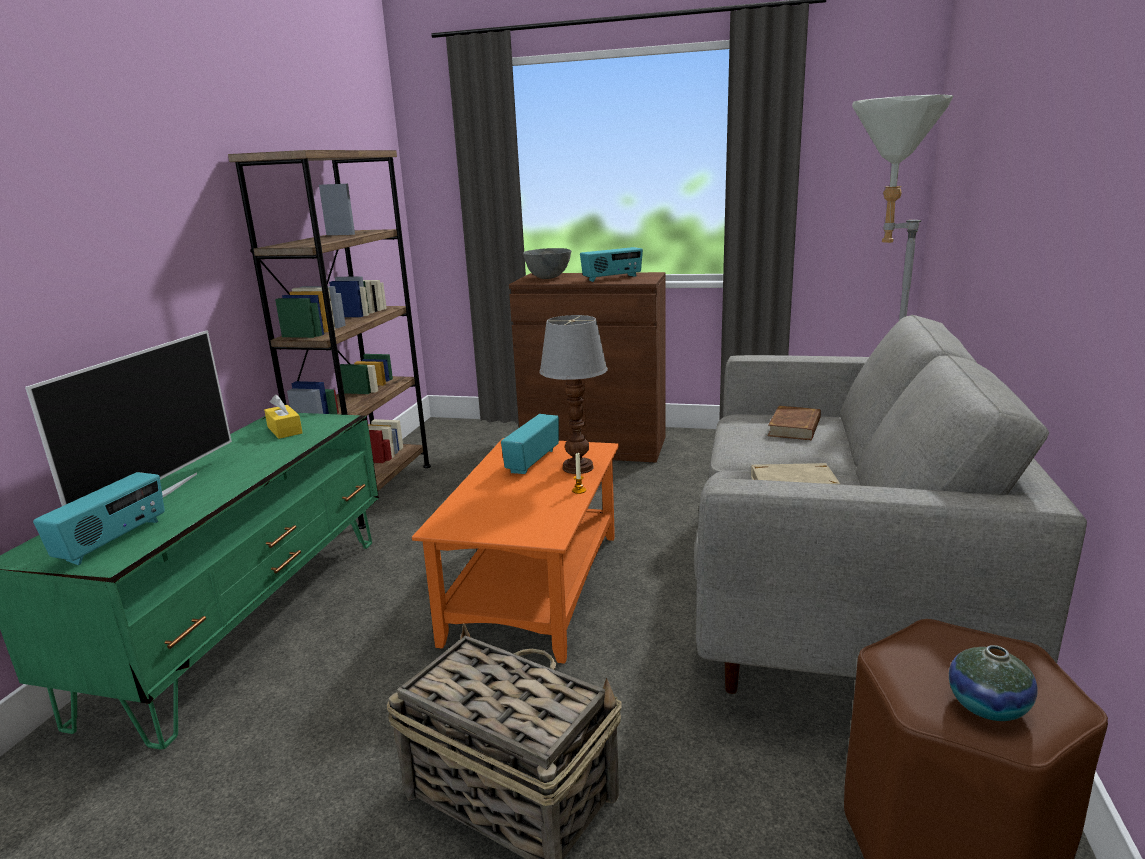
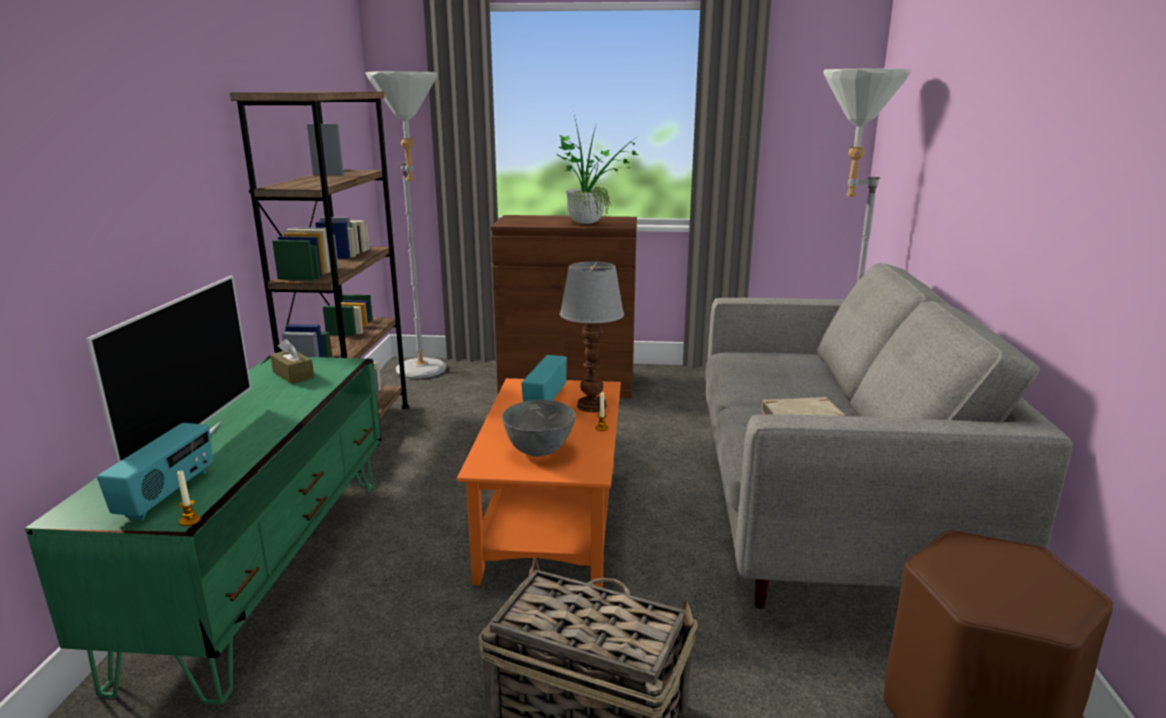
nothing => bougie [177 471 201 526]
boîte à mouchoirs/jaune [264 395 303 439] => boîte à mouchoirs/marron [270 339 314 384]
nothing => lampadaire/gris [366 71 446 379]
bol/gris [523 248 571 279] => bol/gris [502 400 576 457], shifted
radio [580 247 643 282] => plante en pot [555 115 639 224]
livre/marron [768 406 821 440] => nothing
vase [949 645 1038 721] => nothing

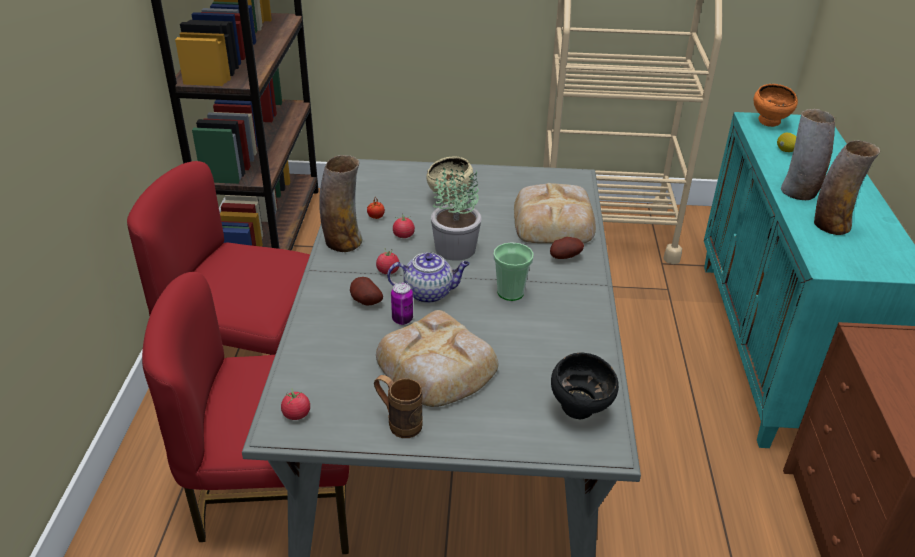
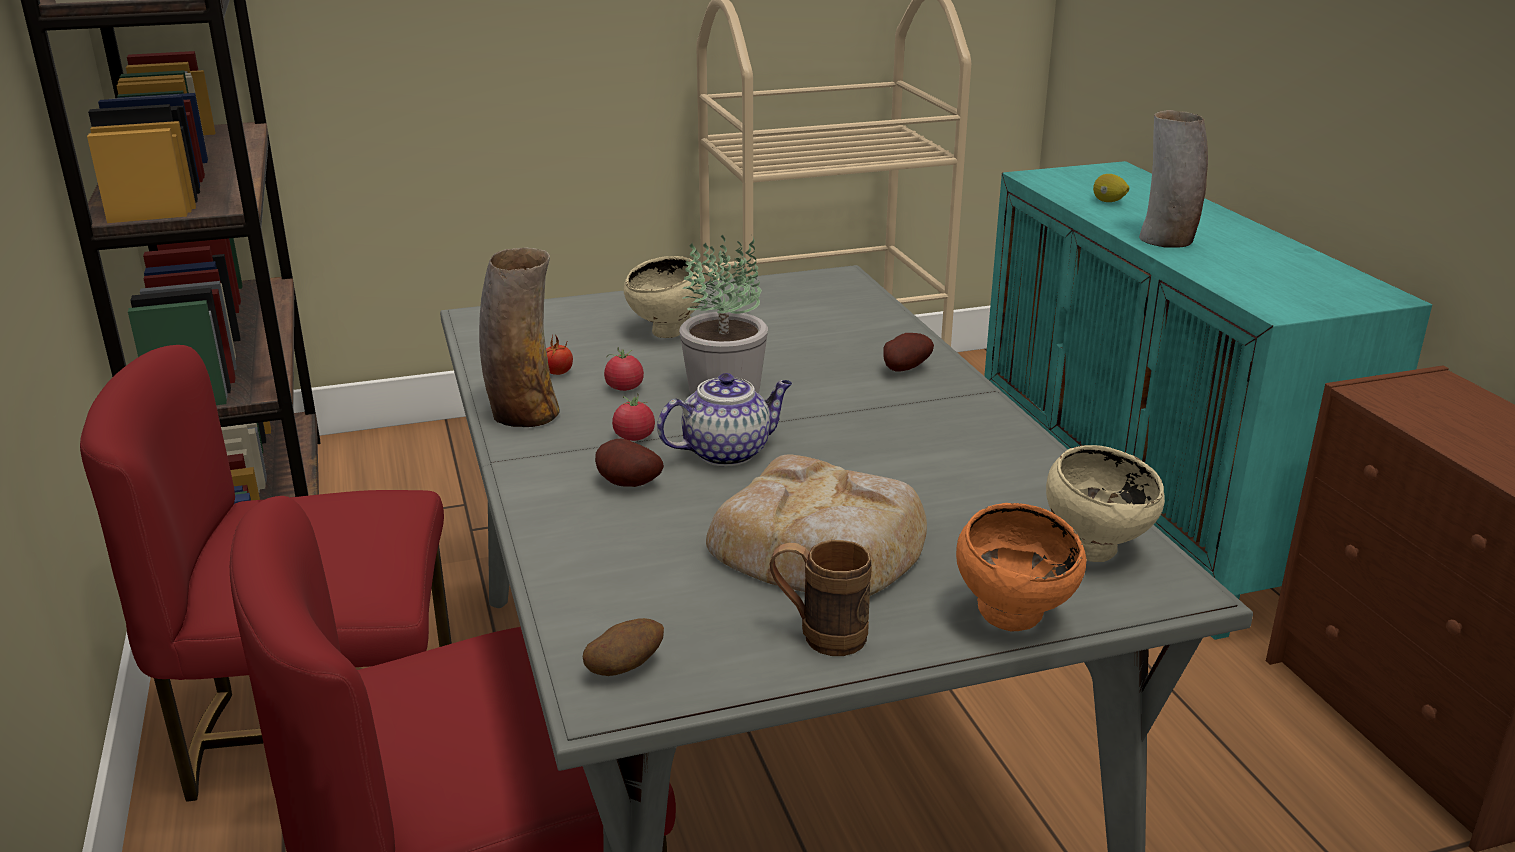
tomate [281 388 310 420] => pomme de terre [583 618 664 676]
bol/orange [754 84 798 127] => bol/orange [956 503 1087 631], shifted
bol/noir [551 353 619 419] => bol/beige [1046 445 1165 562]
boîte métallique [391 283 413 325] => nothing
tasse [493 242 534 301] => nothing
pain [514 183 596 244] => nothing
vase [814 140 880 235] => nothing

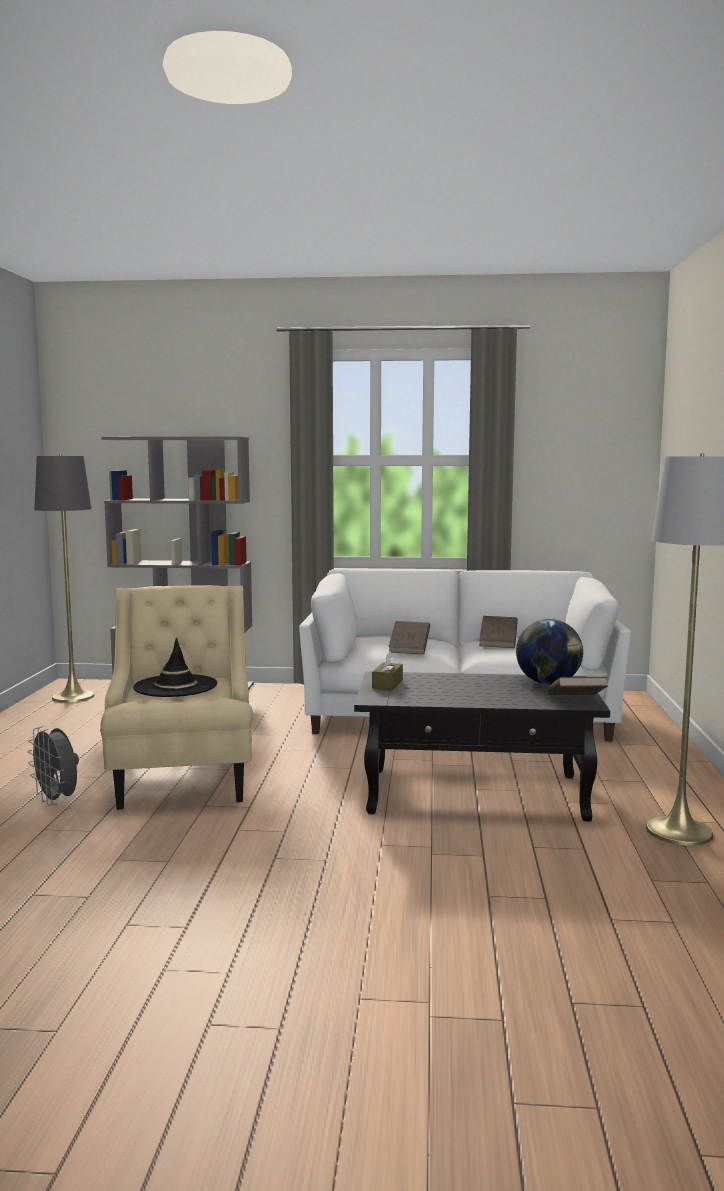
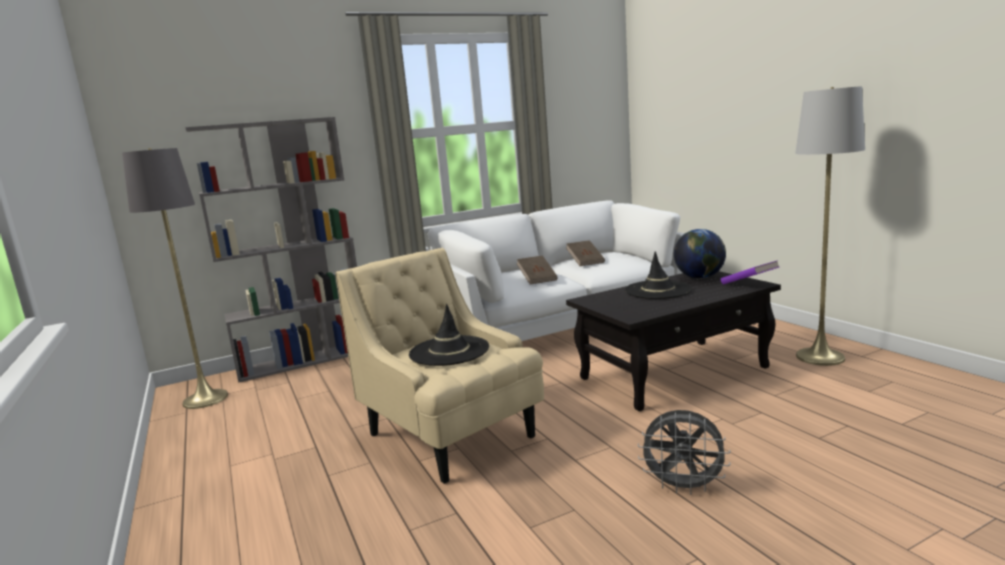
nothing => chapeau/noir [625 251 693 299]
ventilateur/gris [27 726 79 805] => ventilateur/gris [638 410 731 495], shifted
livre/marron [548 677 608 695] => livre/violet [721 260 779 285]
boîte à mouchoirs/marron [372 651 403 690] => nothing

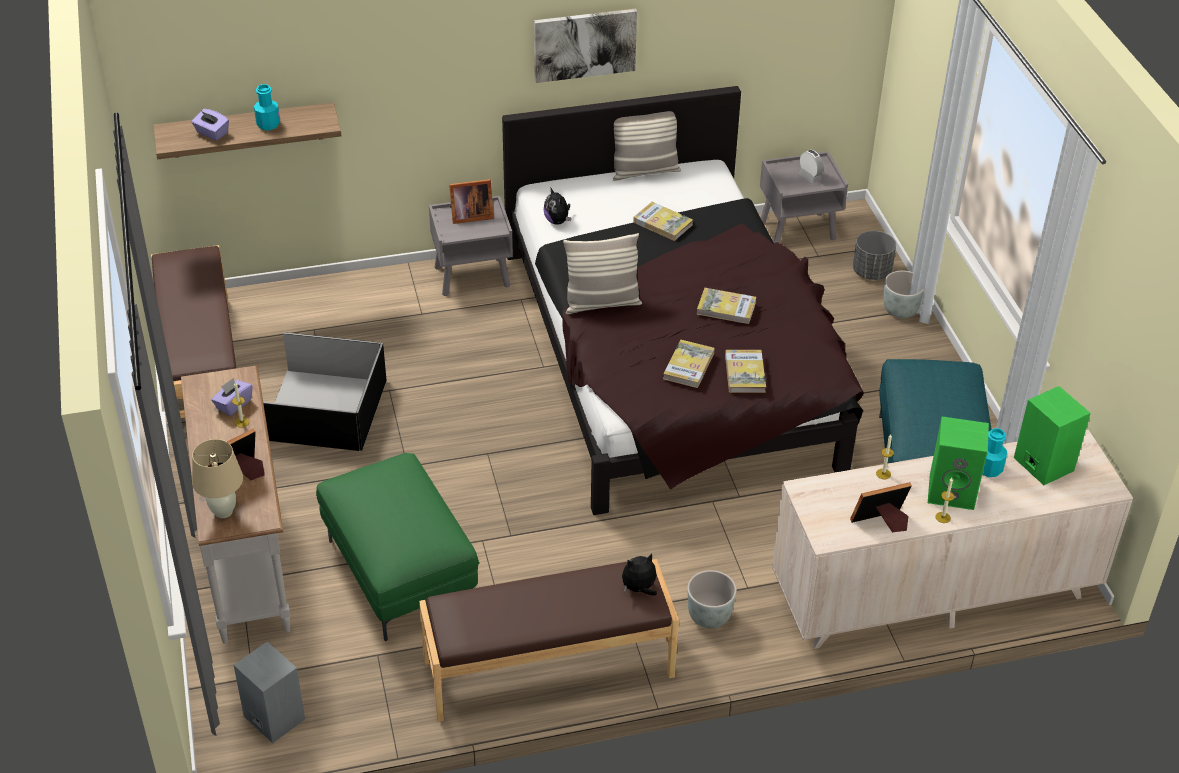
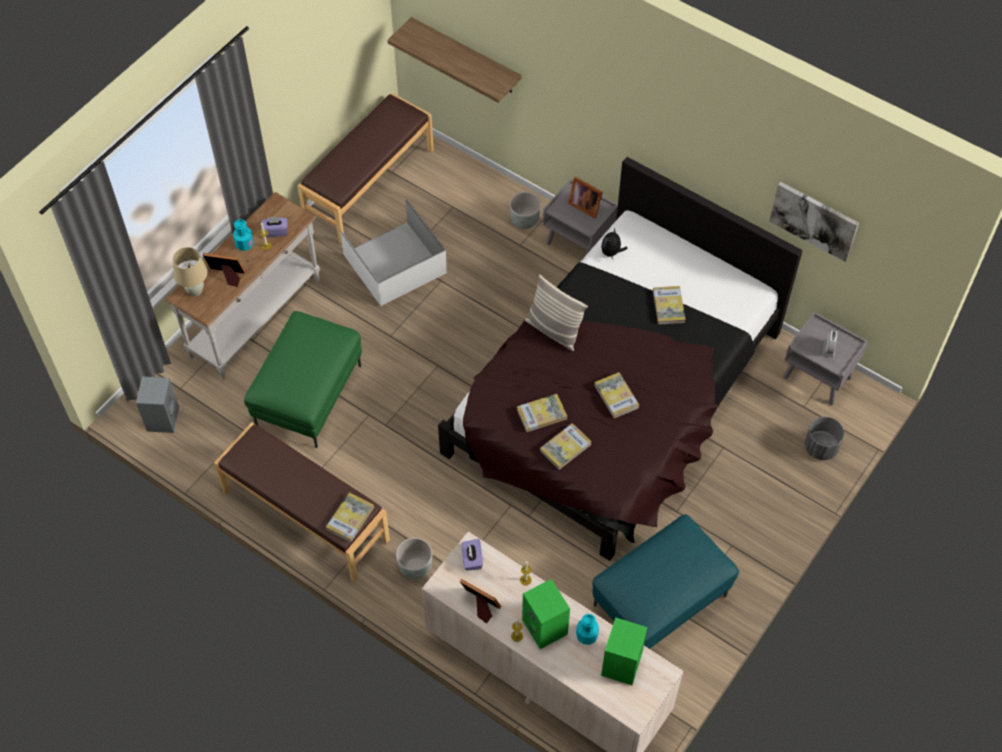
bouteille/turquoise [254 84 280 130] => bouteille/turquoise [233 219 254 251], shifted
peluche [622 554 657 596] => livre [326 492 374 542]
boîte de rangement/noir [263 332 387 451] => boîte de rangement/blanc [340 199 447 306]
boîte à mouchoirs/violet [192 109 229 141] => boîte à mouchoirs/violet [462 539 483 571], shifted
cache-pot/gris [883 270 924 318] => cache-pot/gris [509 192 541 229], shifted
tableau [534 9 637 83] => tableau [769 182 859 262], shifted
coussin [613 111 681 181] => nothing

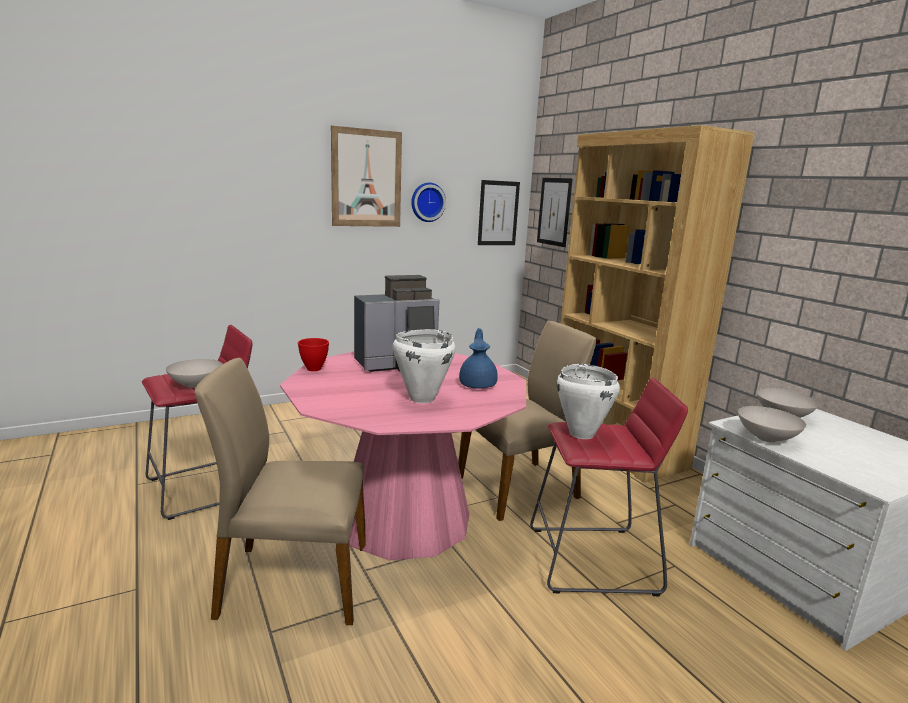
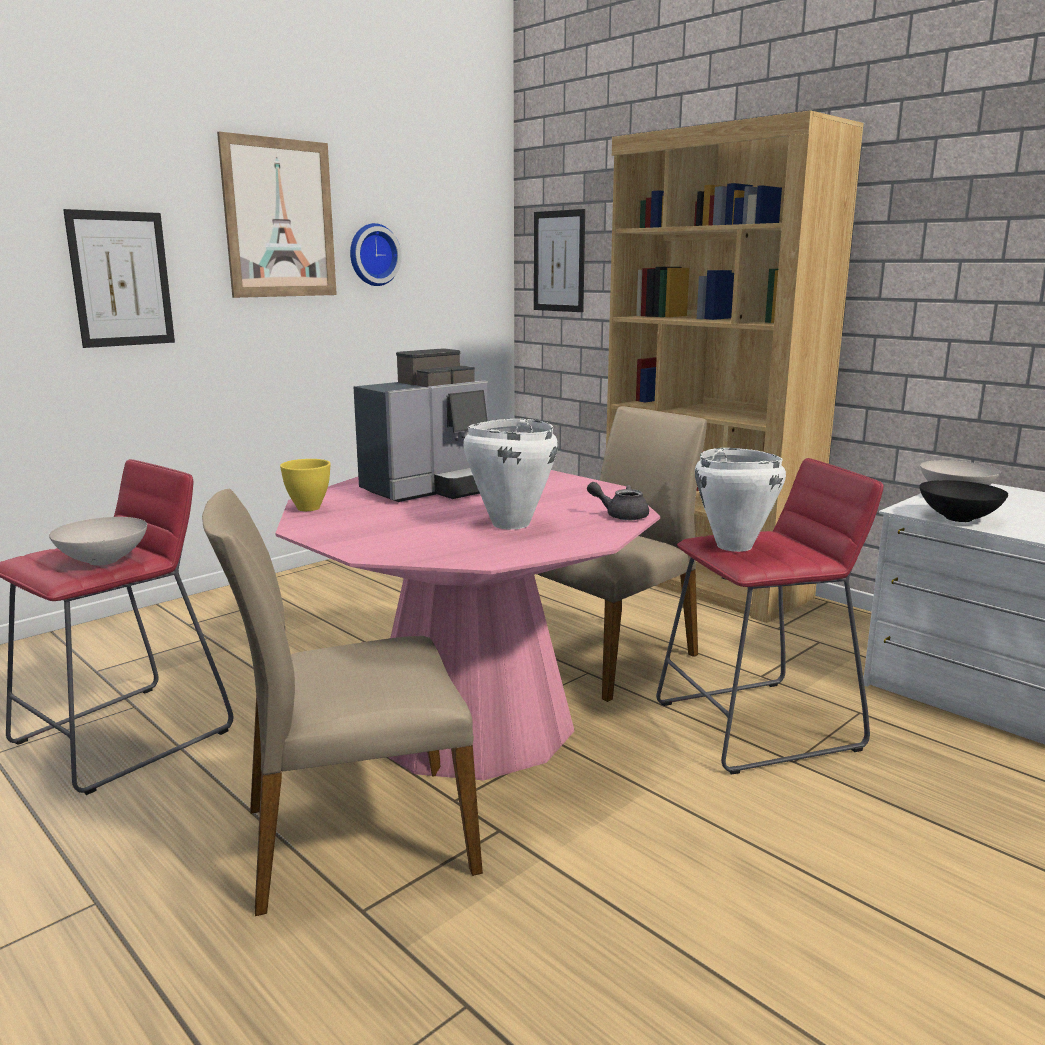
tableau [478 180 520 245] => tableau [63 209 175 348], shifted
bol/rouge [298 338 329 371] => bol/jaune [280 459 331 511]
nothing => théière/gris [587 482 649 520]
bol/blanc [738 406 806 442] => bol/noir [919 480 1008 522]
théière/bleu [459 328 498 389] => nothing

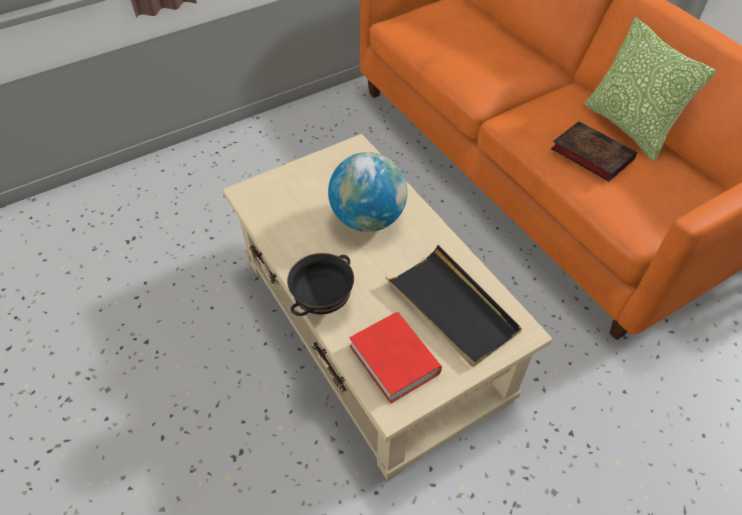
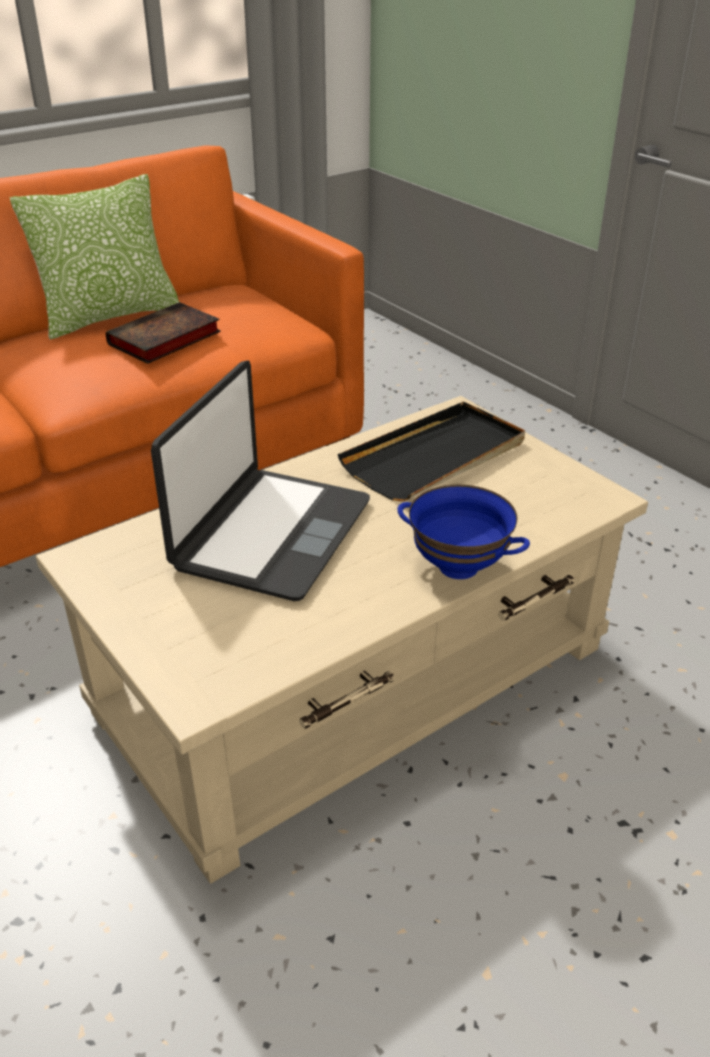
globe [328 152 408 232] => ordinateur portable [151 360 370 601]
bol/noir [287 253 354 316] => bol/bleu [398 485 530 579]
livre/rouge [349 312 442 403] => nothing

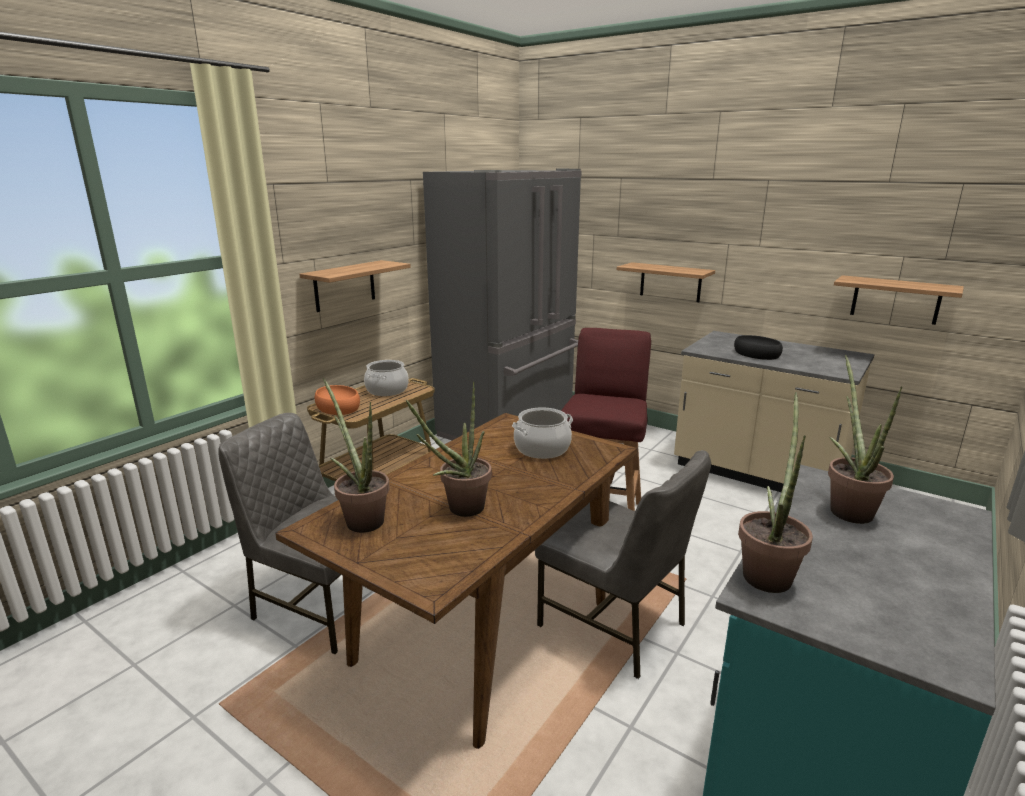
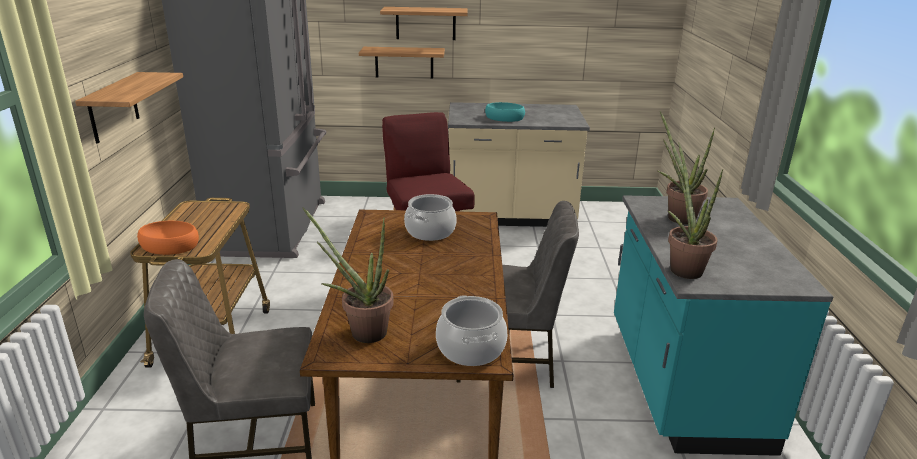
étagère [834 275 964 325] => étagère [380 7 468 40], shifted
marmite [364 360 409 396] => marmite [436 295 507 366], shifted
bol/noir [734 335 783 360] => bol/turquoise [485 102 525 122]
plante en pot [406 382 492 517] => nothing

